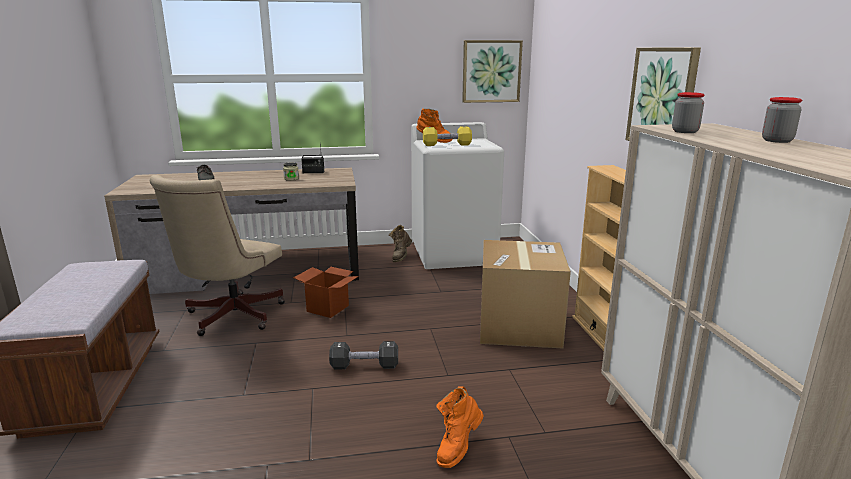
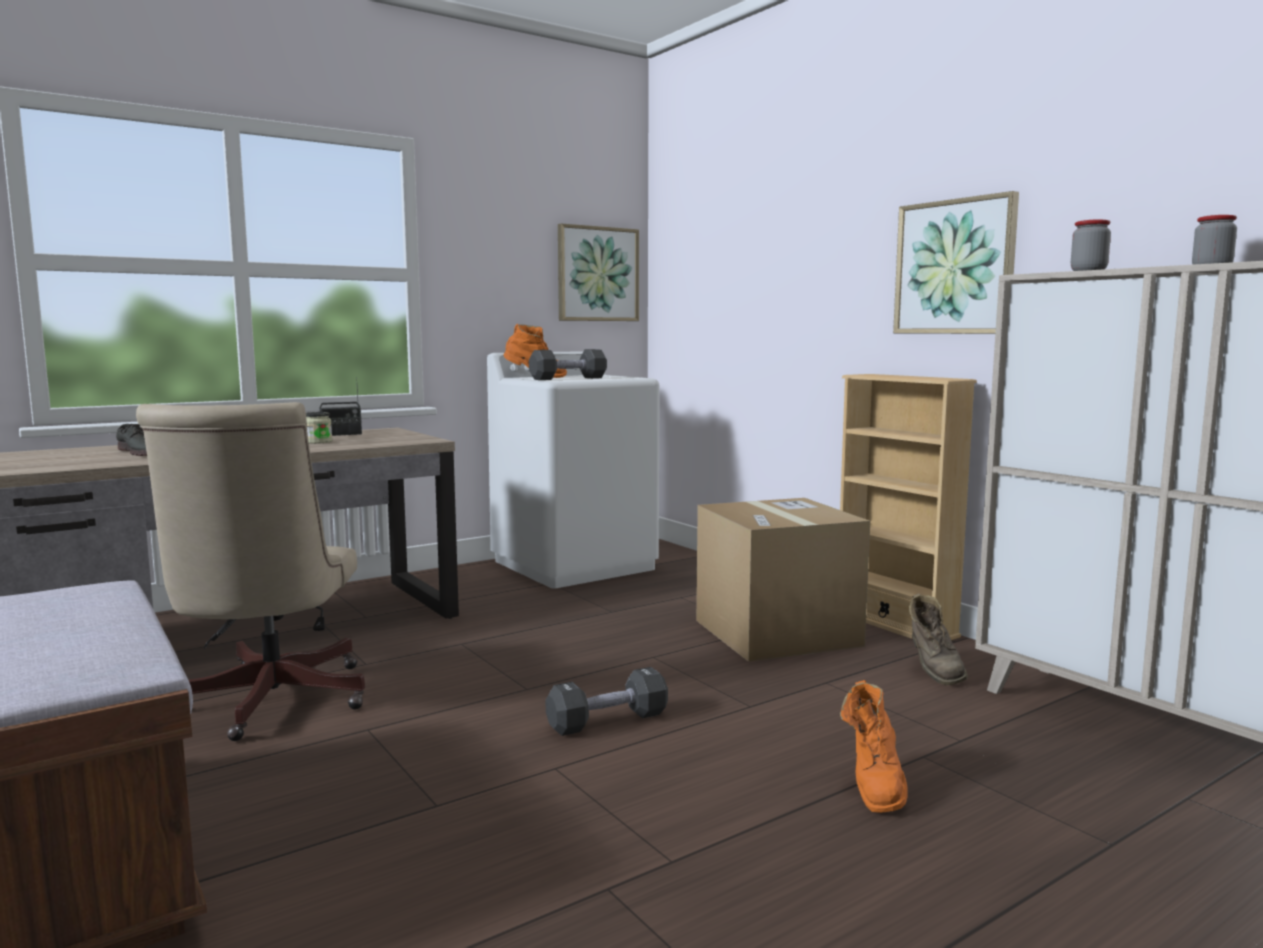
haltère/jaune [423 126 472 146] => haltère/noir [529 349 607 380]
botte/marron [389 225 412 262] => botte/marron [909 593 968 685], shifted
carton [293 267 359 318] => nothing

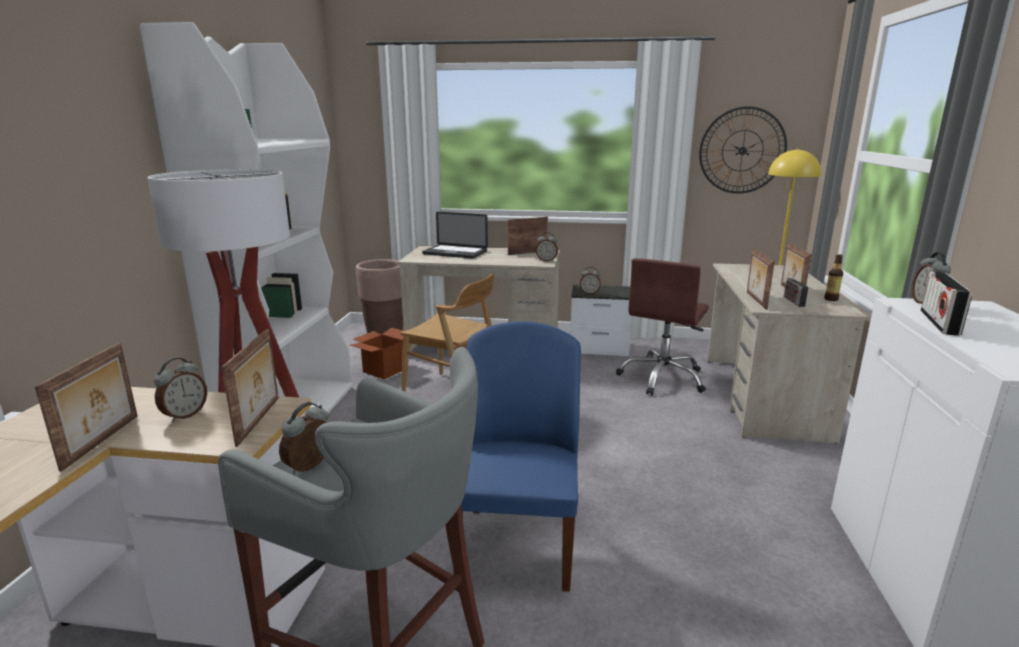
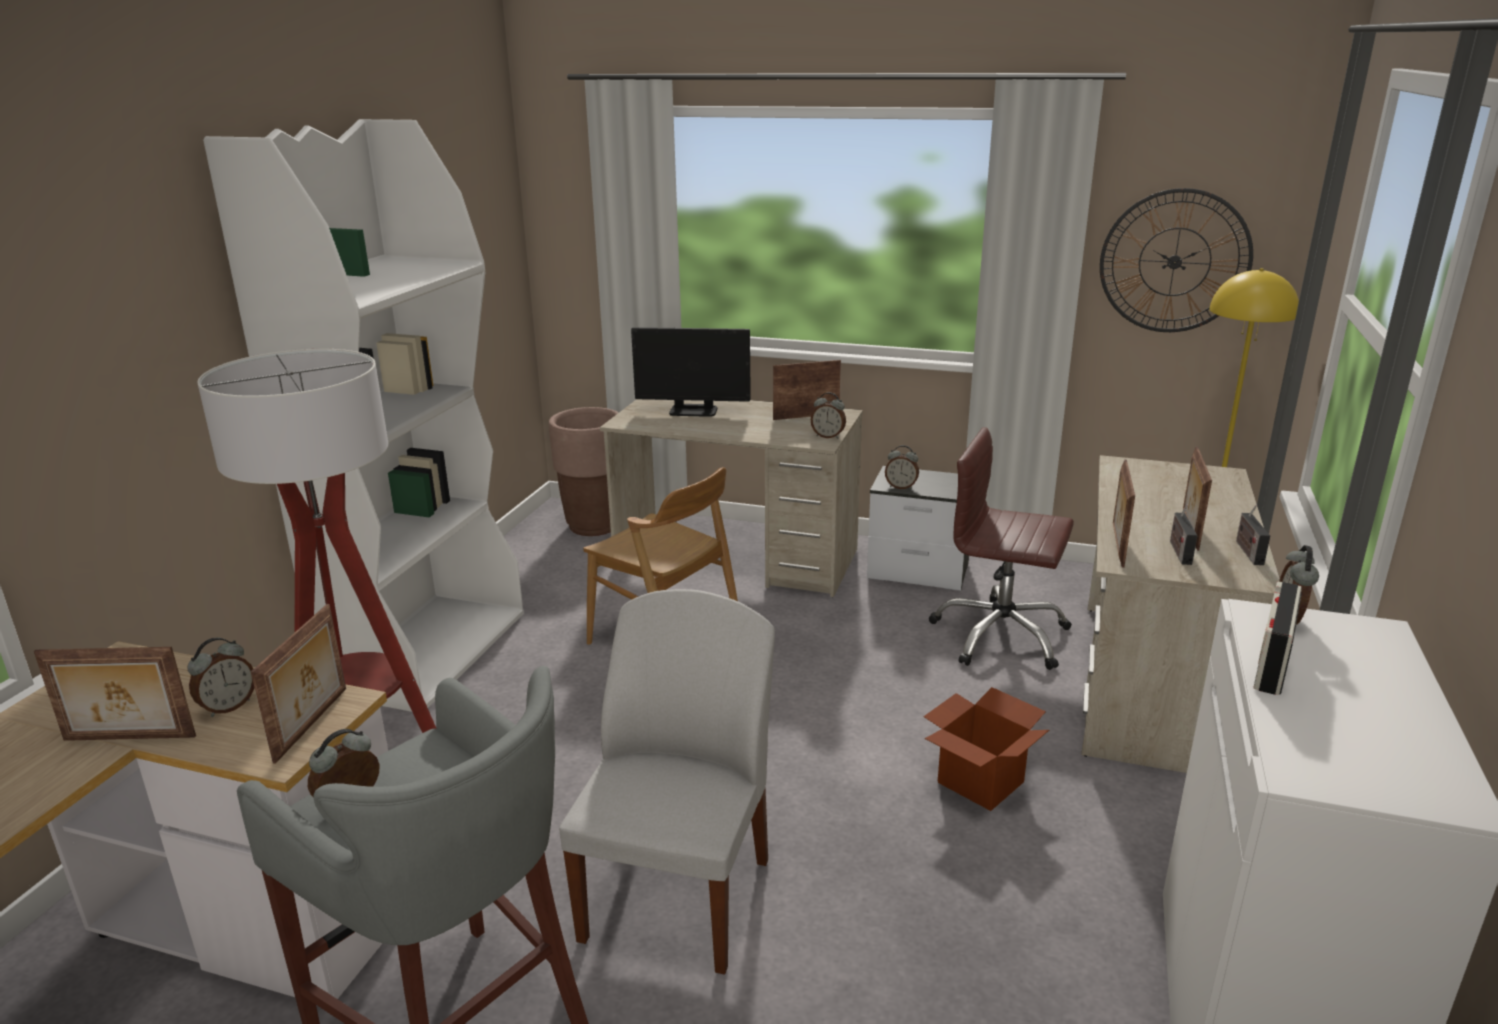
cadre photo [35 343 138 472] => cadre photo [34 647 196 741], 75 degrees clockwise
chaise/bleu [453 321 581 592] => chaise/blanc [559 589 775 975]
ordinateur portable [422 212 488 259] => écran d'ordinateur [631 327 751 417]
carton [350 328 403 379] => carton [924 687 1049 811], shifted
chaise de bureau/marron [616 258 709 395] => chaise de bureau/marron [929 427 1074 670], 75 degrees clockwise
bouteille [824 254 843 301] => radio [1236 505 1270 565]

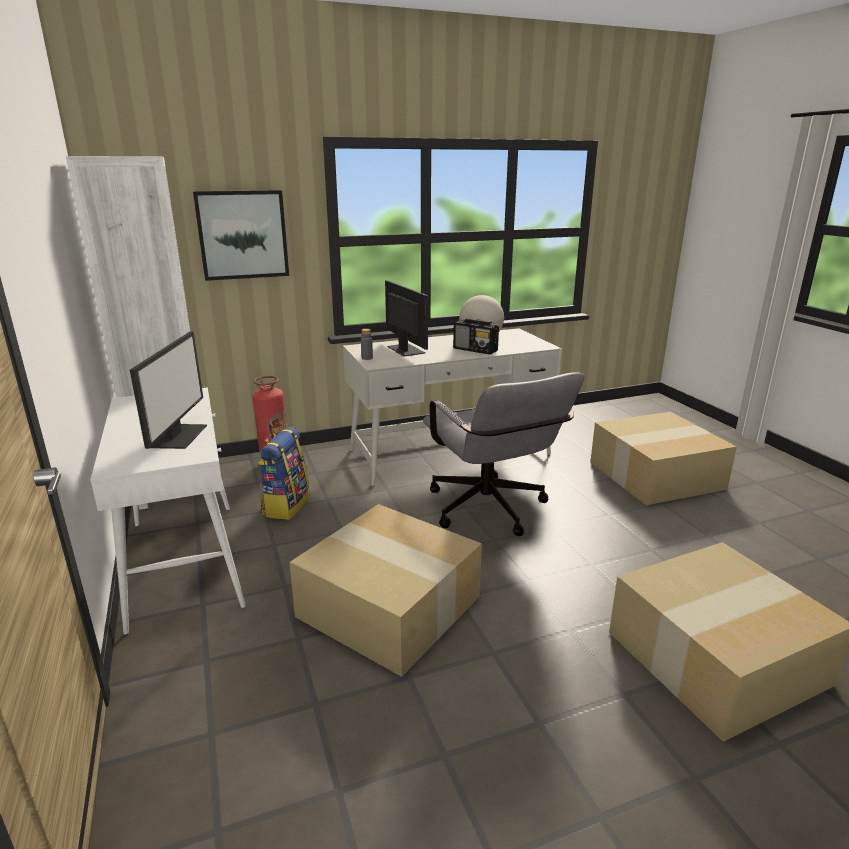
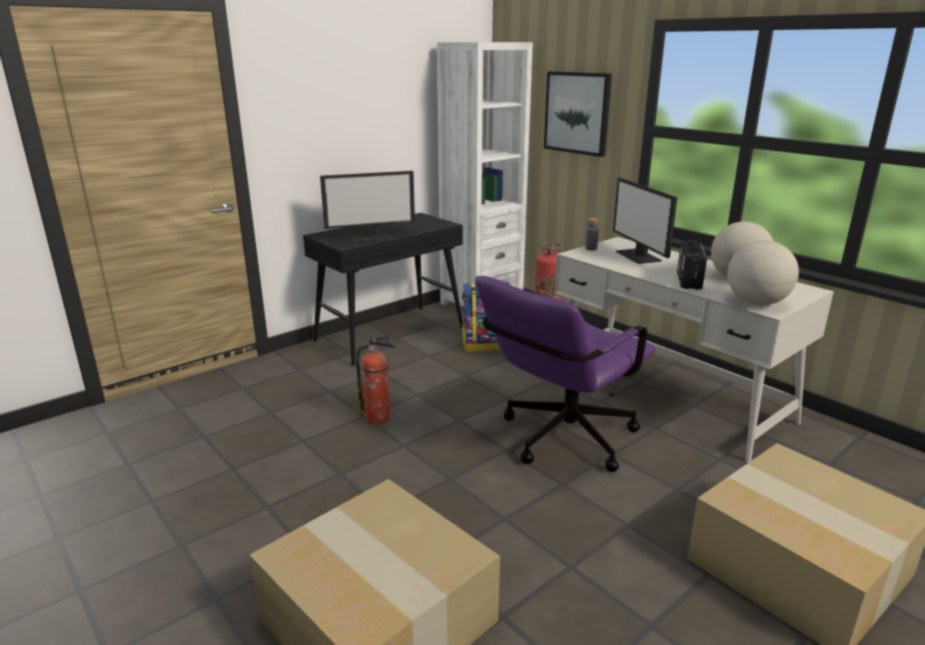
table console/blanc [90 387 246 635] => table console/noir [303 213 463 366]
carton [289 504 482 677] => extincteur [356 336 396 424]
chaise de bureau/gris [423 372 585 536] => chaise de bureau/violet [475 276 655 472]
écran d'ordinateur [385 280 428 357] => écran d'ordinateur [613 178 678 264], 120 degrees clockwise
nothing => globe [727 240 799 305]

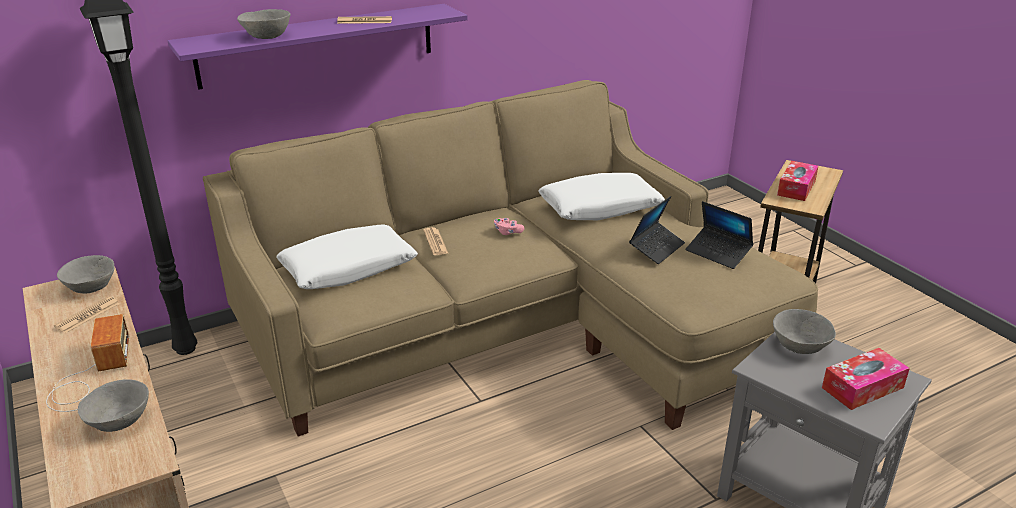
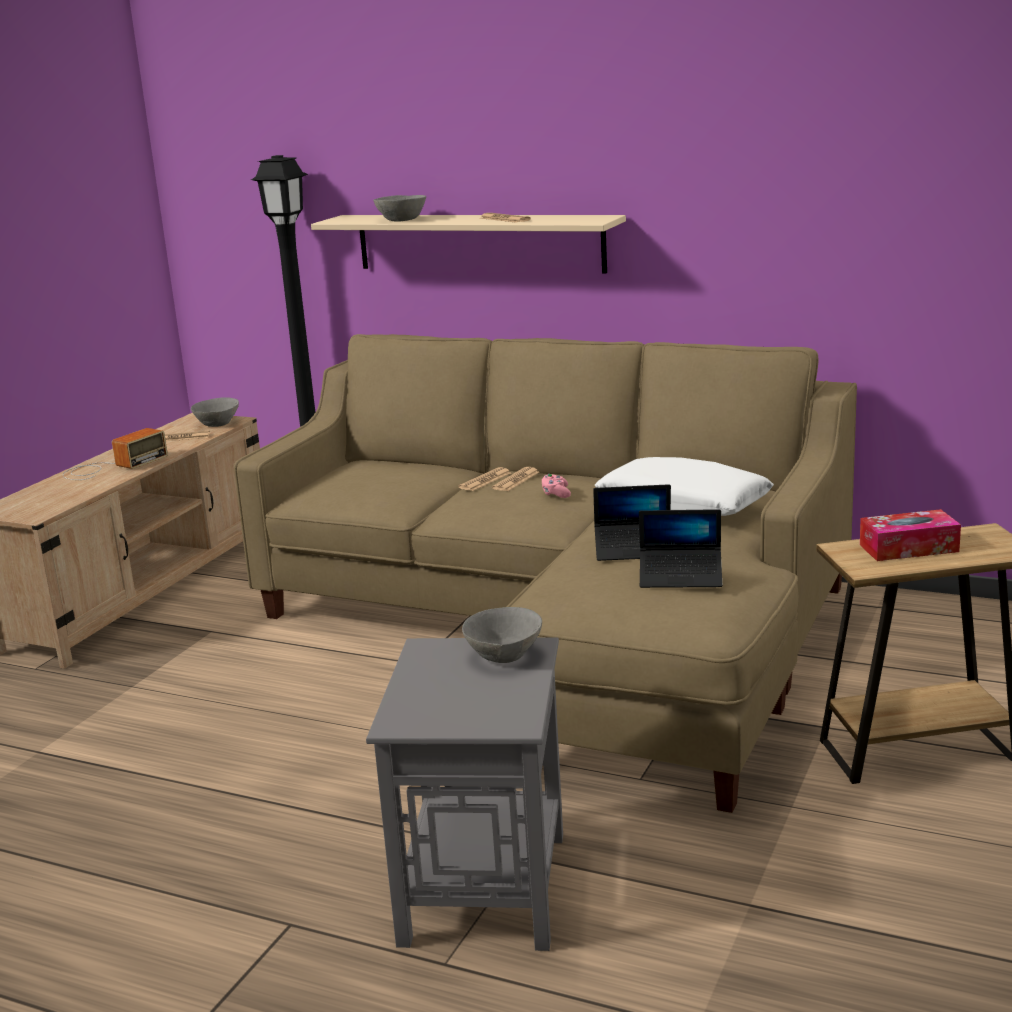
étagère/violet [168 4 468 90] => étagère/beige [311 215 626 273]
nothing => journal [492 467 539 491]
ordinateur portable [686 201 753 269] => ordinateur portable [639 509 722 588], 90 degrees counterclockwise
bol/gris [78 379 149 432] => nothing
coussin/blanc [276 224 418 289] => nothing
boîte à mouchoirs [822 348 910 410] => nothing

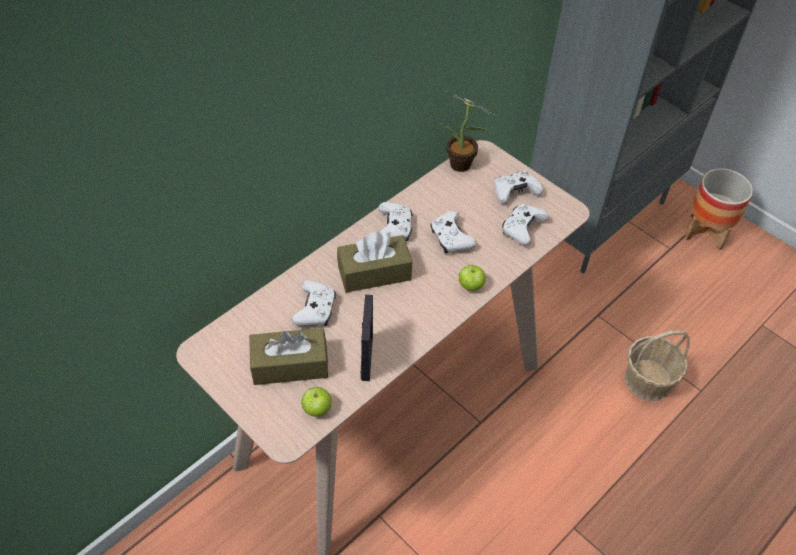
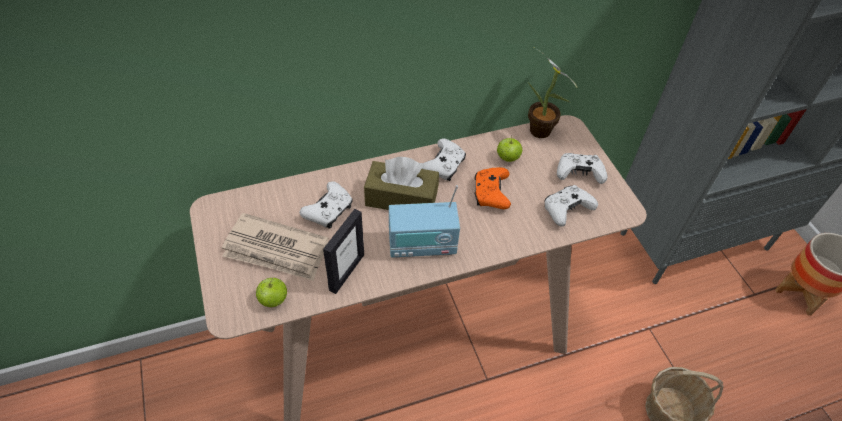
boîte à mouchoirs/marron [249 328 328 385] => journal [222 213 329 281]
nothing => radio [389 185 460 258]
manette/blanc [430 211 476 254] => manette/orange [474 167 511 209]
pomme [459 265 486 291] => pomme [497 138 522 162], shifted

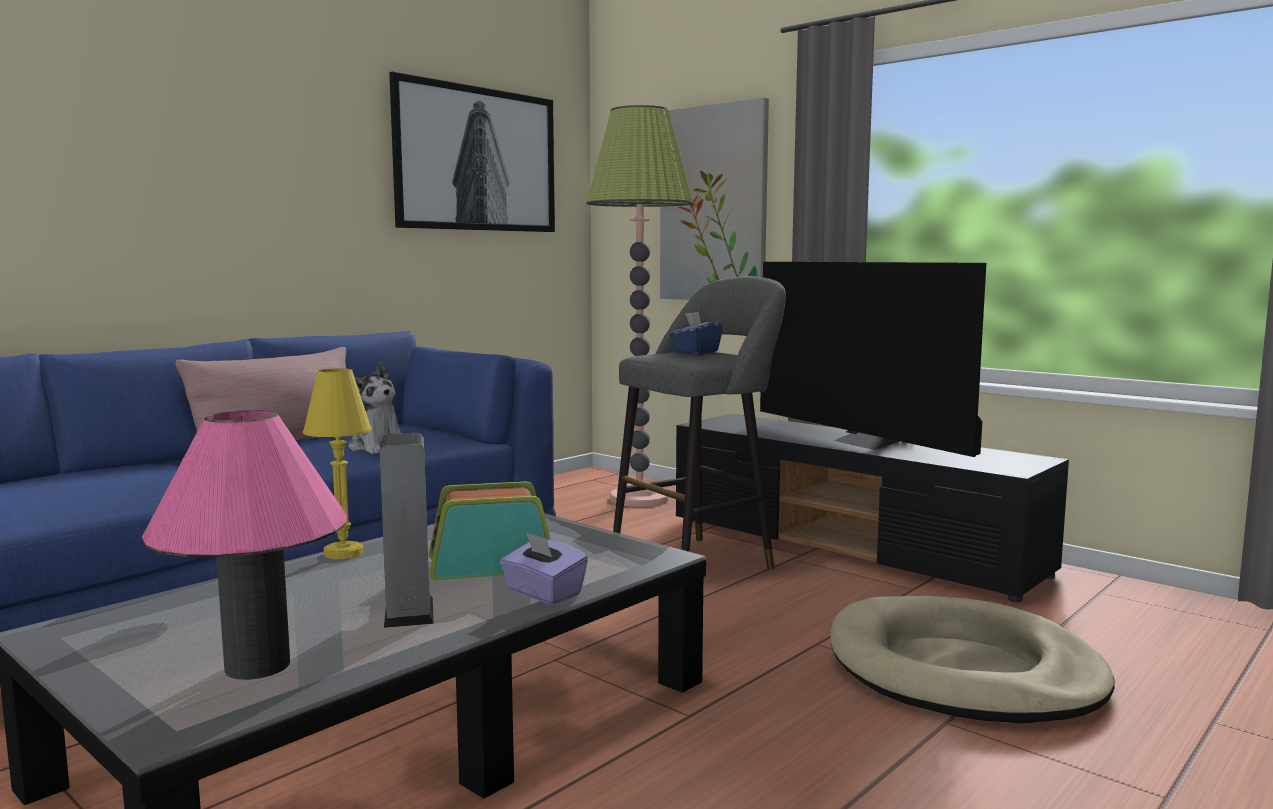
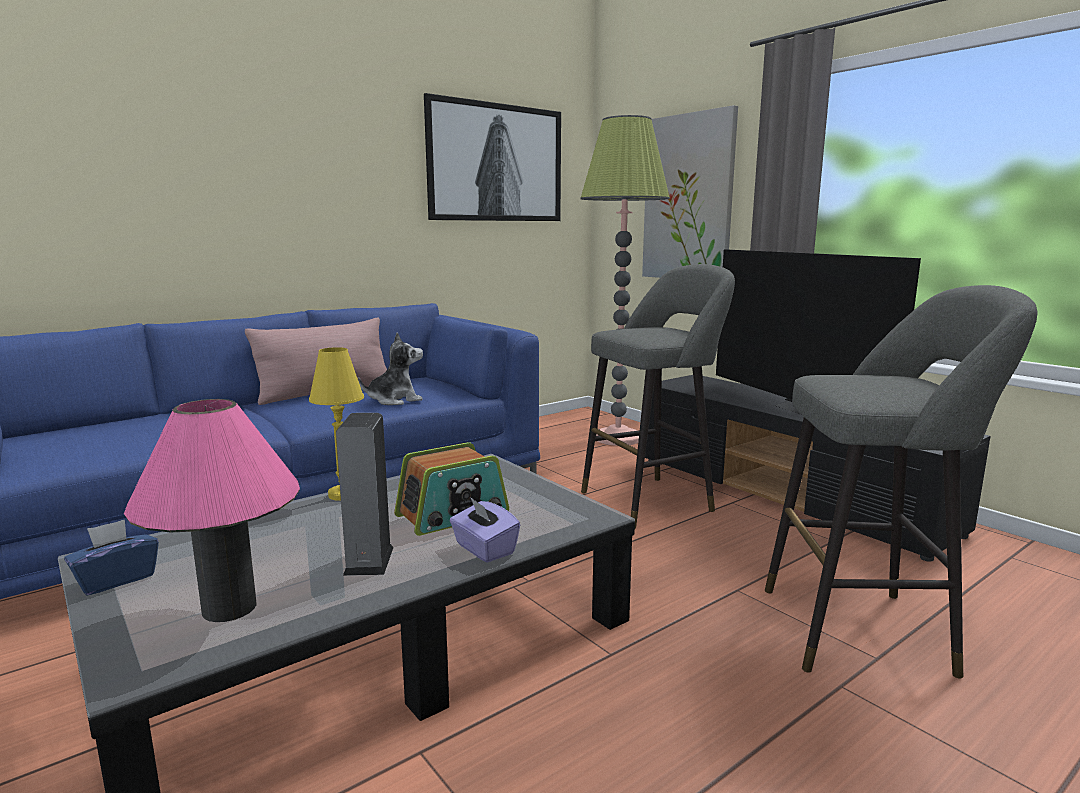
boîte à mouchoirs/bleu [670 312 723 355] => boîte à mouchoirs/bleu [64 519 159 596], shifted
peluche [349 362 401 454] => peluche [358 333 423 405], 90 degrees counterclockwise
radio [429 481 551 580] => radio [394 442 509 536], 150 degrees clockwise
panier pour chien/beige [830 596 1114 723] => tabouret/gris [765 285 1038 678]

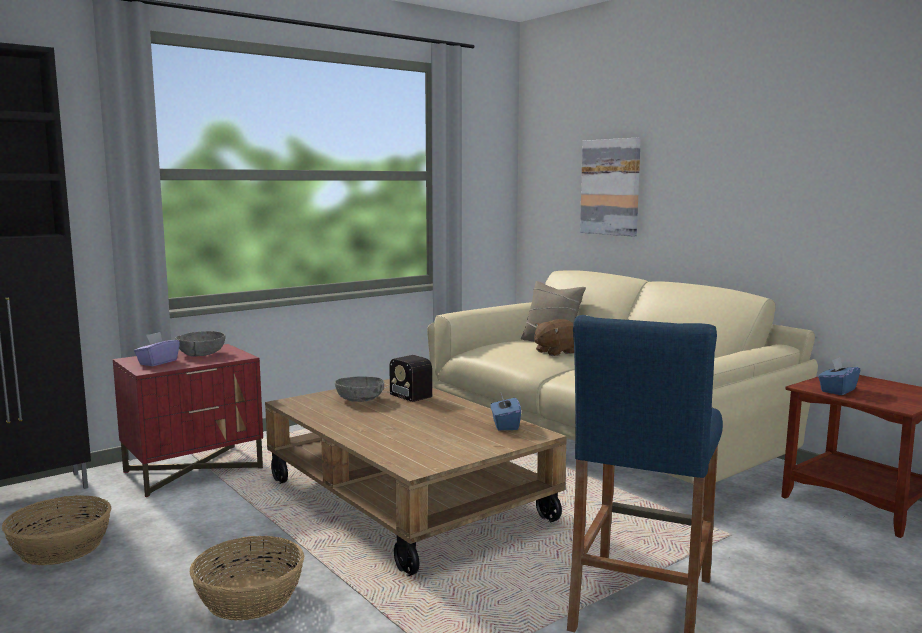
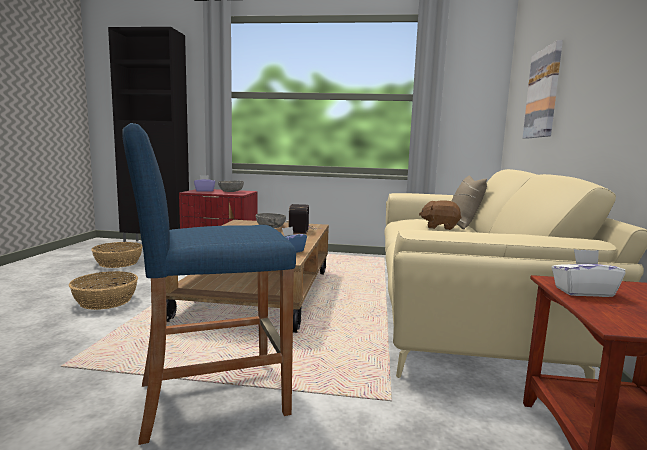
boîte à mouchoirs/bleu [818 357 860 395] => boîte à mouchoirs/blanc [552 249 626 297]

